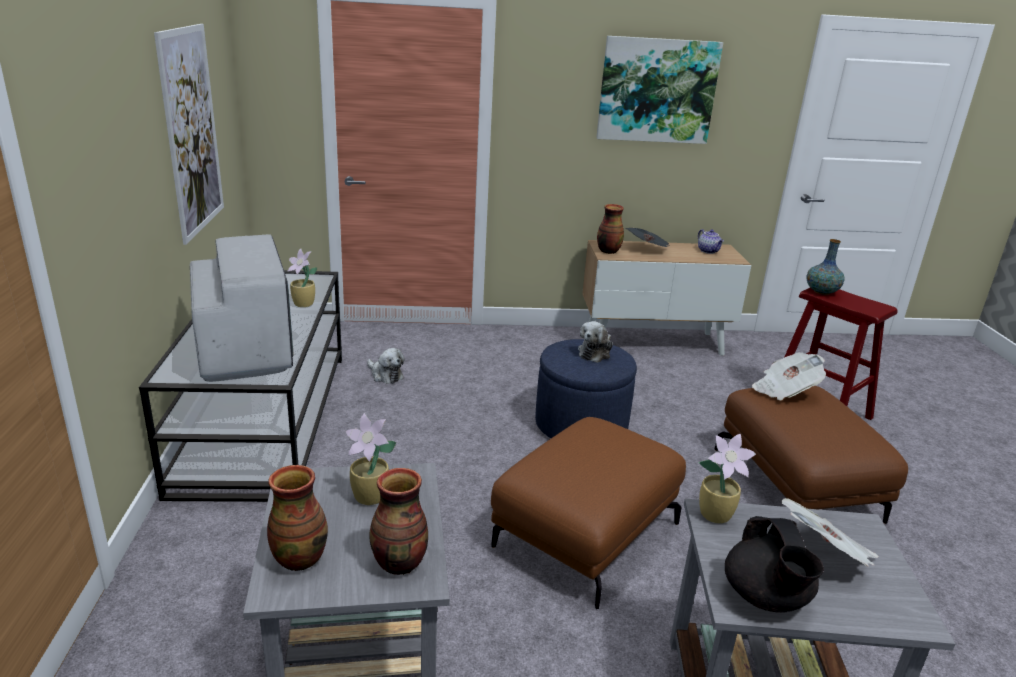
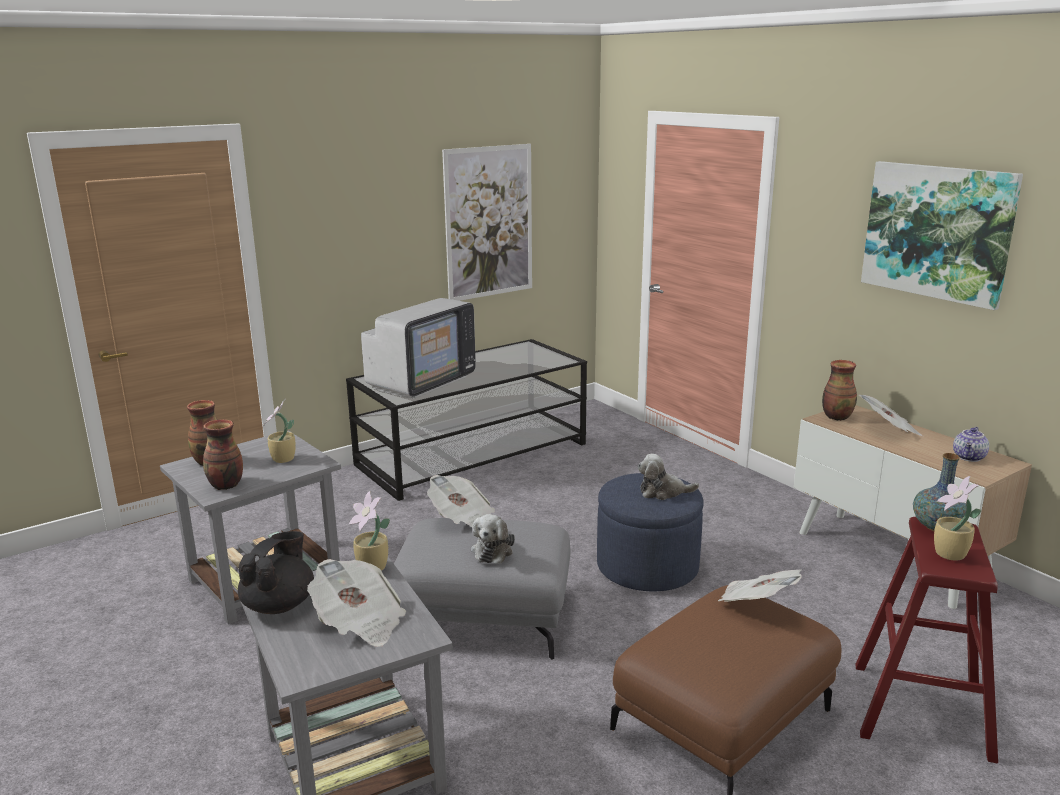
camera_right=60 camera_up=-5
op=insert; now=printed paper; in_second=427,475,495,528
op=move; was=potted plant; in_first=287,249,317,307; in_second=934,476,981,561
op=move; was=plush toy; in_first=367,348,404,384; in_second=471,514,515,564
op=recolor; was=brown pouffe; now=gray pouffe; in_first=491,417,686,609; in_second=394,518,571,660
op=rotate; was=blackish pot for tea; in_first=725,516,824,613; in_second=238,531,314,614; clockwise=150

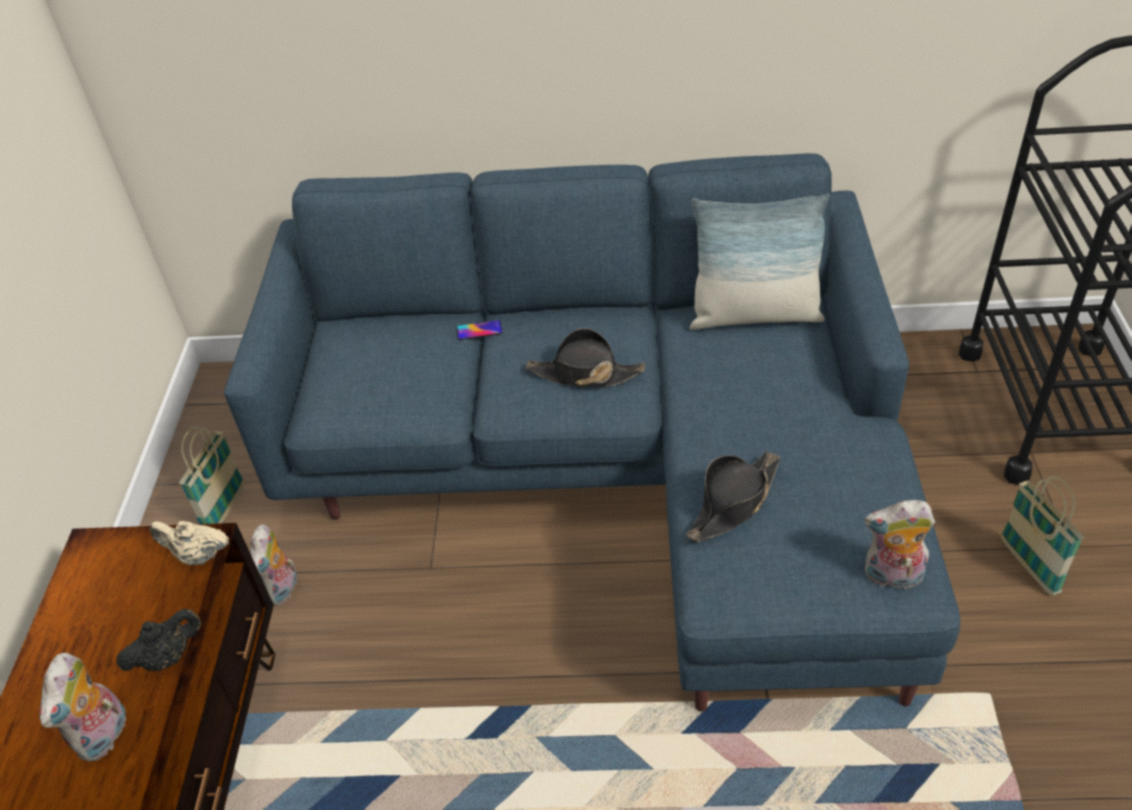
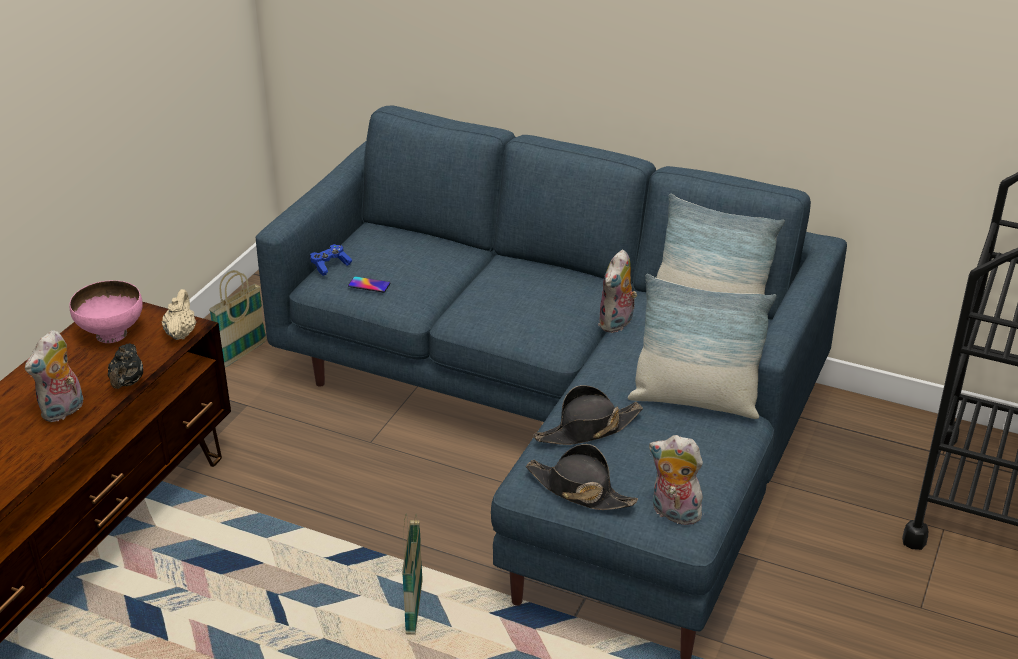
camera_right=20 camera_up=-10
op=insert; now=pinkish bowl; in_second=70,280,143,343
op=insert; now=bluish joypad; in_second=310,244,352,276
op=insert; now=pillow; in_second=628,274,777,419
op=move; was=plush toy; in_first=250,525,297,606; in_second=598,250,637,333
op=move; was=handset; in_first=457,320,502,340; in_second=348,276,391,293
op=move; was=blackish clothing hat; in_first=526,328,645,387; in_second=526,444,638,510
op=move; was=household basket; in_first=1001,476,1084,596; in_second=402,513,423,635
op=rotate; was=blackish pot for tea; in_first=116,609,201,671; in_second=108,343,143,389; clockwise=105
op=rotate; was=sand-coloured pot for tea; in_first=149,521,229,565; in_second=162,289,196,340; clockwise=60

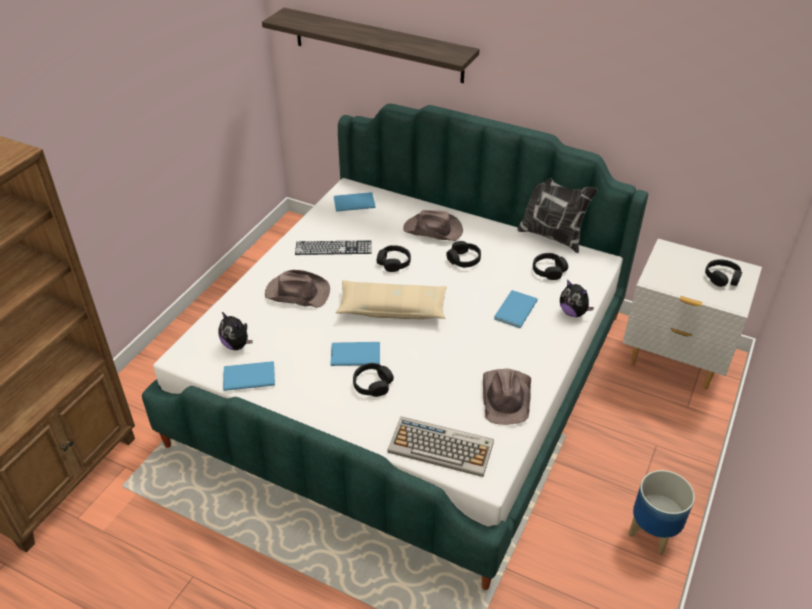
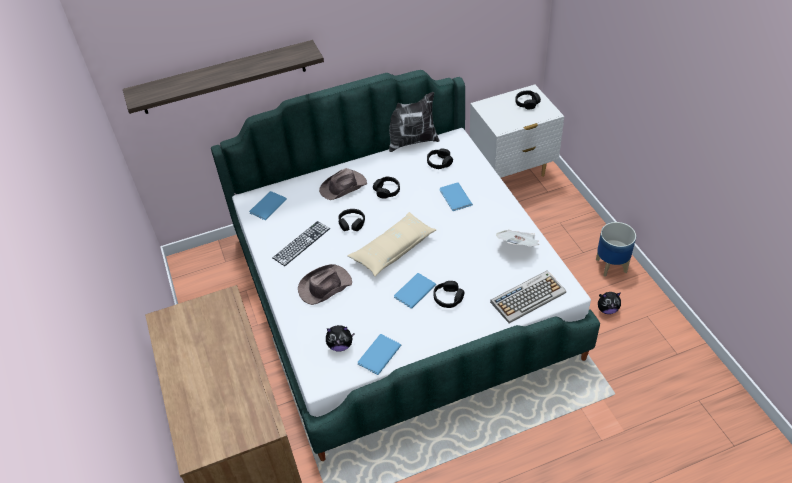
camera_right=-45 camera_up=5
op=move; was=plush toy; in_first=560,280,594,317; in_second=598,292,621,314
op=replace; was=brown clothing hat; now=printed paper; in_first=483,369,531,425; in_second=496,229,540,247

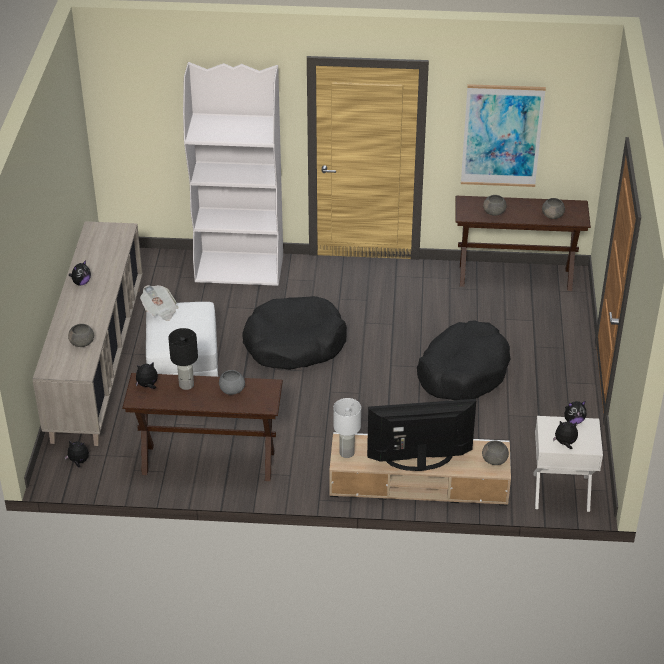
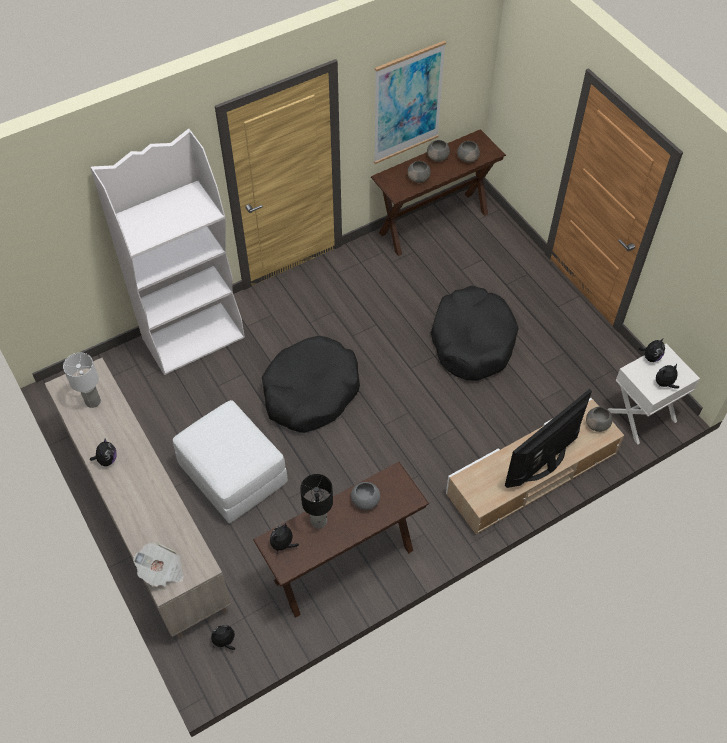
camera_right=-35 camera_up=15
op=move; was=gray bowl; in_first=68,324,94,347; in_second=427,140,450,162
op=move; was=printed paper; in_first=140,285,178,321; in_second=133,542,184,587
op=move; was=whitish lamp for a table; in_first=333,398,361,458; in_second=63,353,101,408

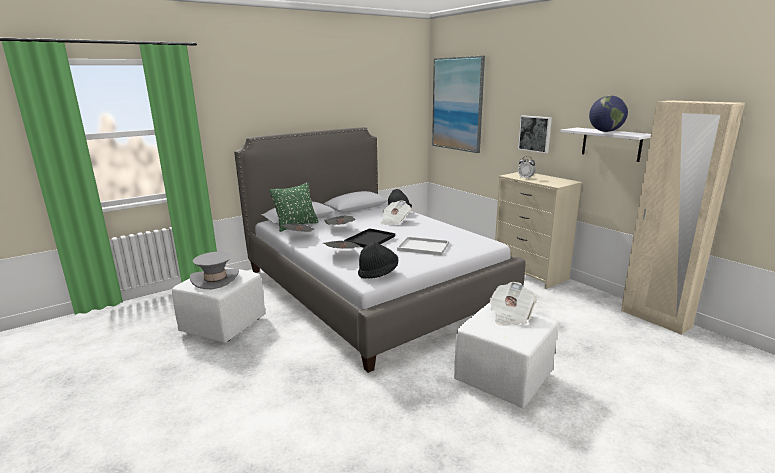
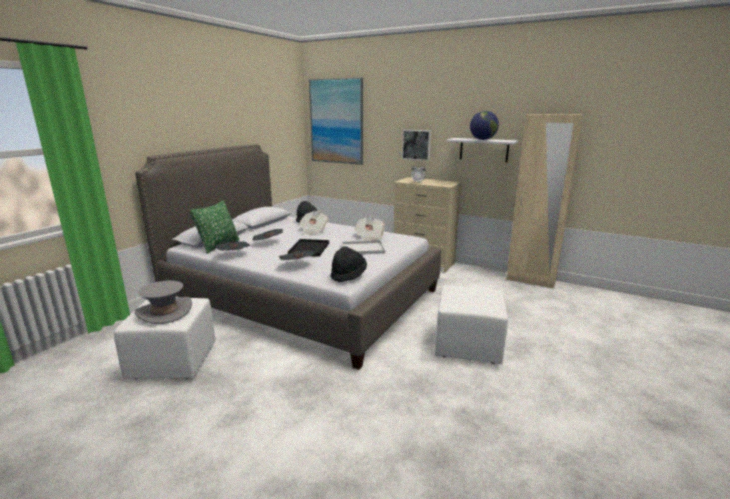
camera_right=-25 camera_up=0
op=move; was=printed paper; in_first=489,282,537,326; in_second=355,216,385,241

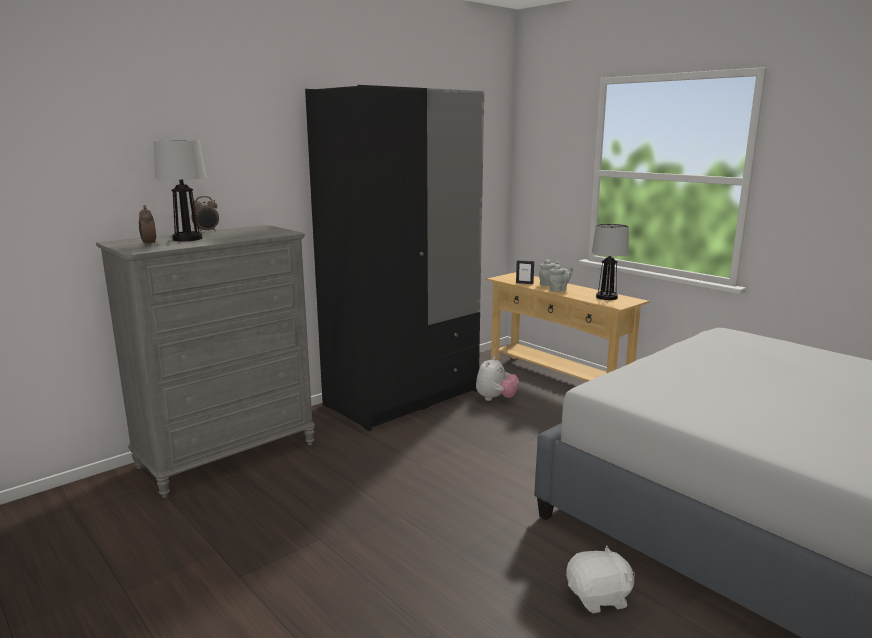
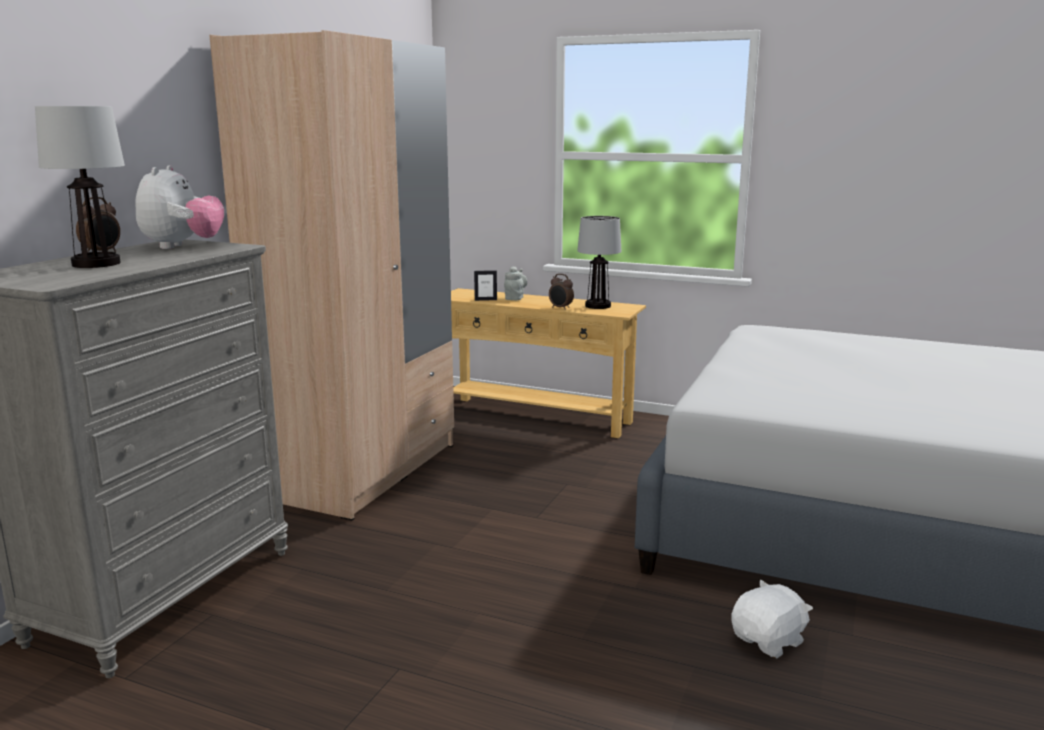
camera_right=-25 camera_up=0
op=delete; was=gray pot for tea; in_first=549,264,573,292
op=move; was=bedside clock; in_first=139,205,156,246; in_second=549,274,574,310
op=move; was=plush toy; in_first=476,356,519,401; in_second=135,165,224,249
op=recolor; was=blackish armoire; now=sand-coloured armoire; in_first=305,85,484,431; in_second=209,30,454,521

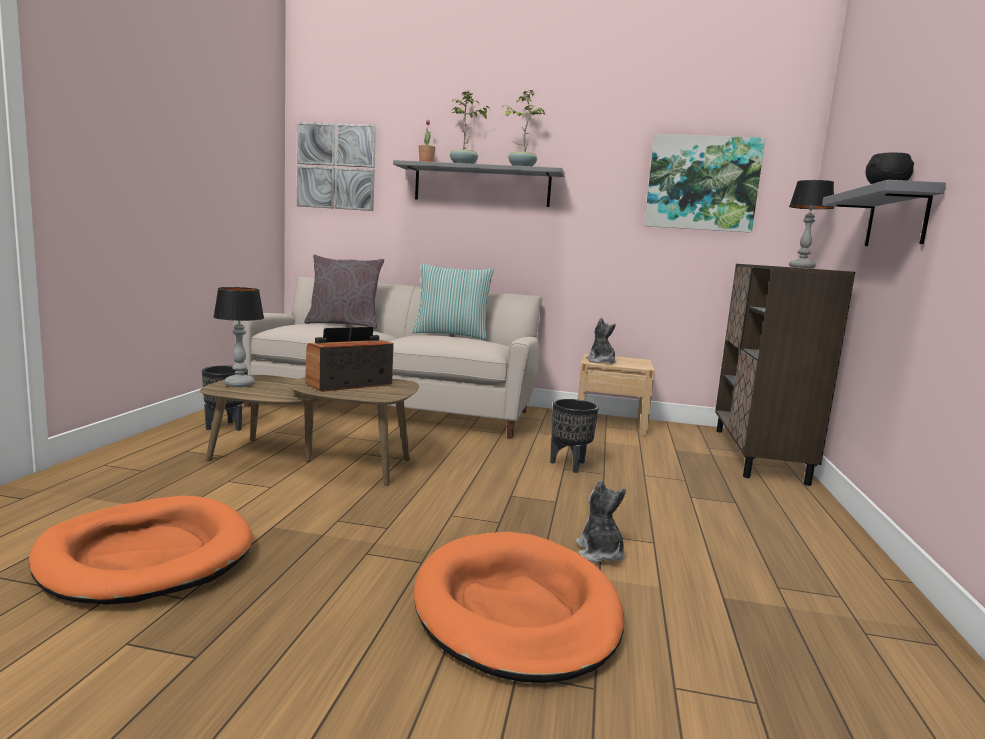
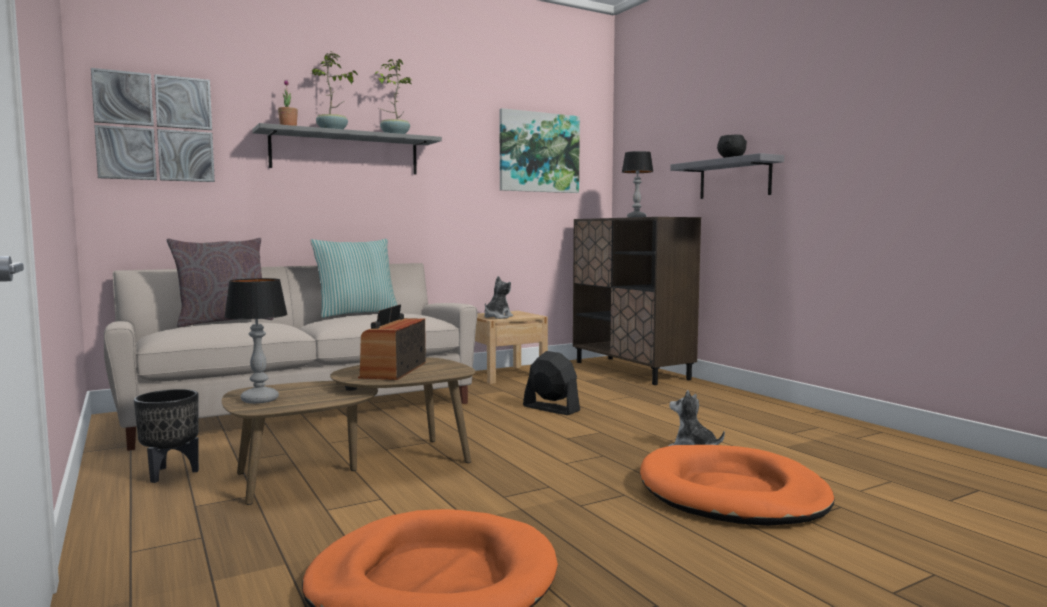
camera_right=-40 camera_up=-5
op=replace; was=blackish flower pot; now=blackish cooling fan; in_first=550,399,599,473; in_second=523,351,580,415
op=rotate; was=plush toy; in_first=586,317,616,364; in_second=484,276,513,319; clockwise=90

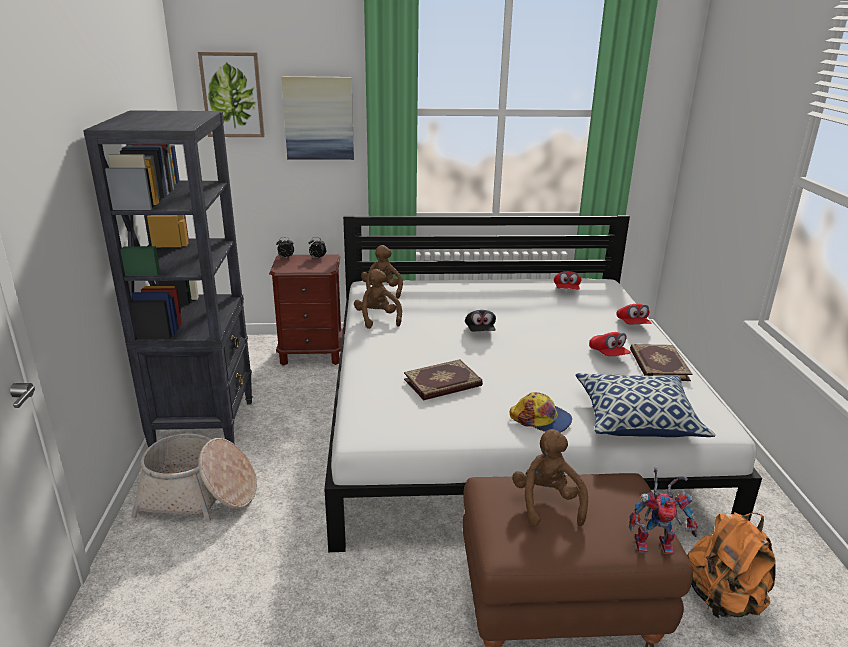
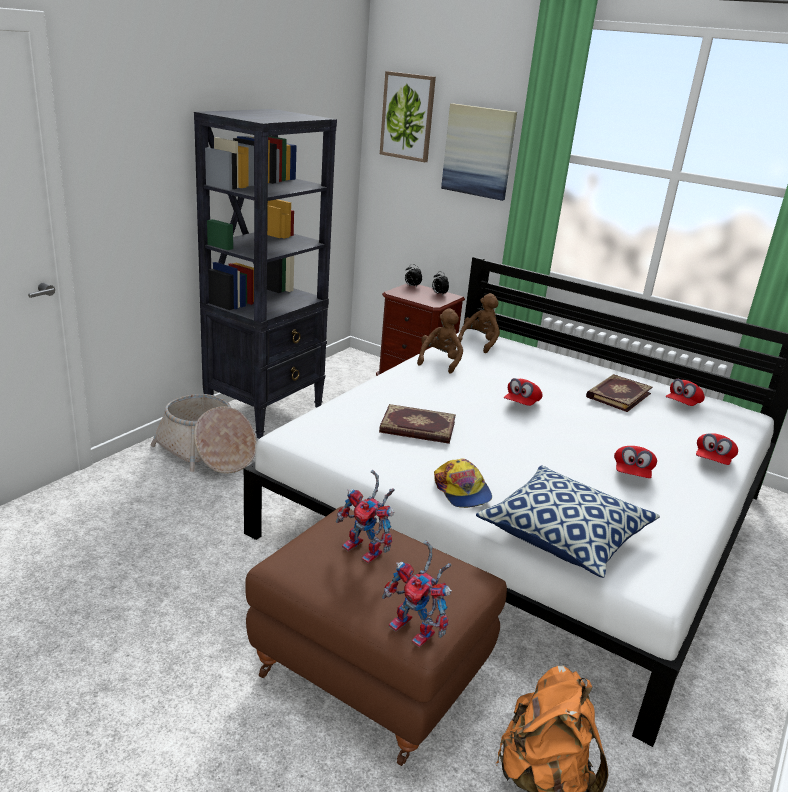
camera_right=35 camera_up=0
op=move; was=bound book; in_first=630,344,692,381; in_second=586,374,652,412
op=replace; was=brown plush toy; now=robot figure; in_first=512,429,588,527; in_second=336,470,395,563
op=recolor; was=blackish cap; now=red-coloured cap; in_first=465,310,496,331; in_second=504,378,543,406

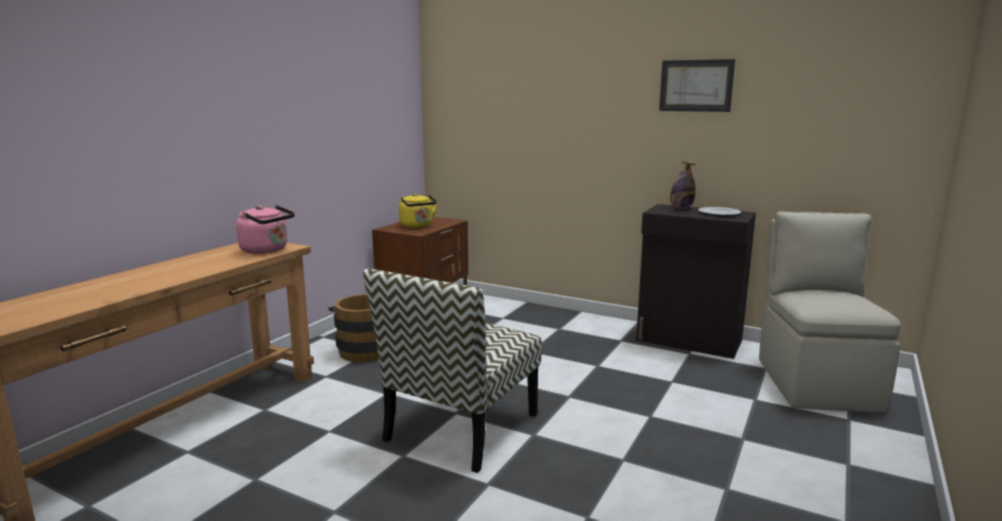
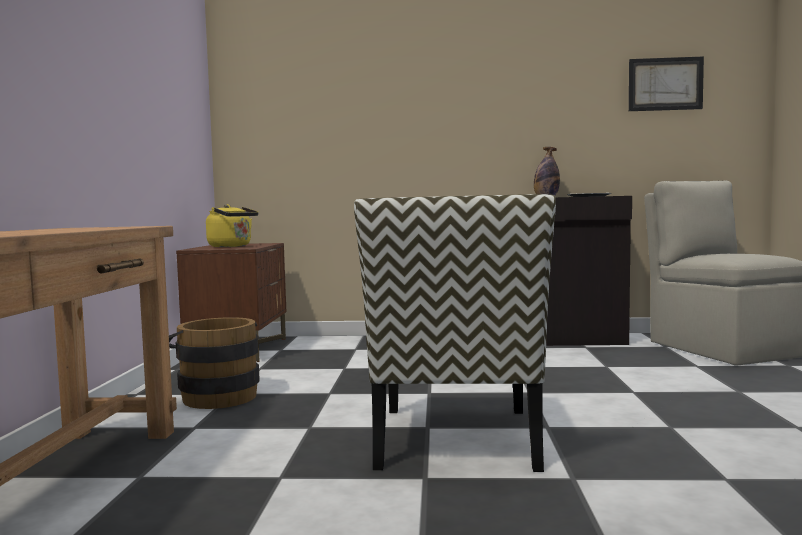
camera_right=-25 camera_up=-10
op=delete; was=pinkish water kettle; in_first=236,205,295,254
op=move; was=wall art; in_first=659,59,735,112; in_second=629,56,704,111

